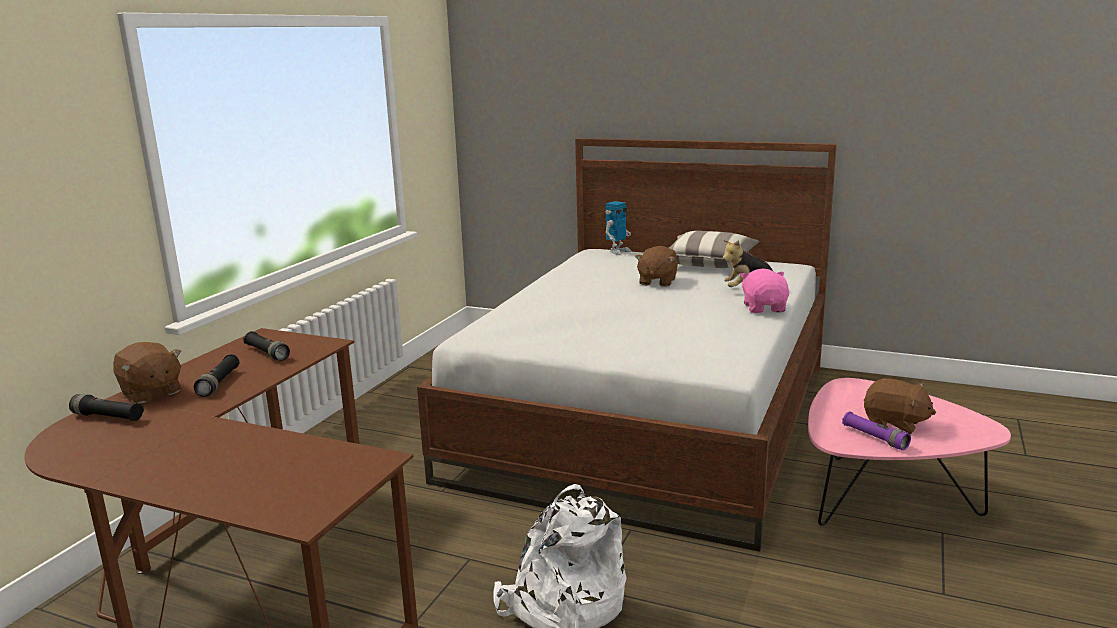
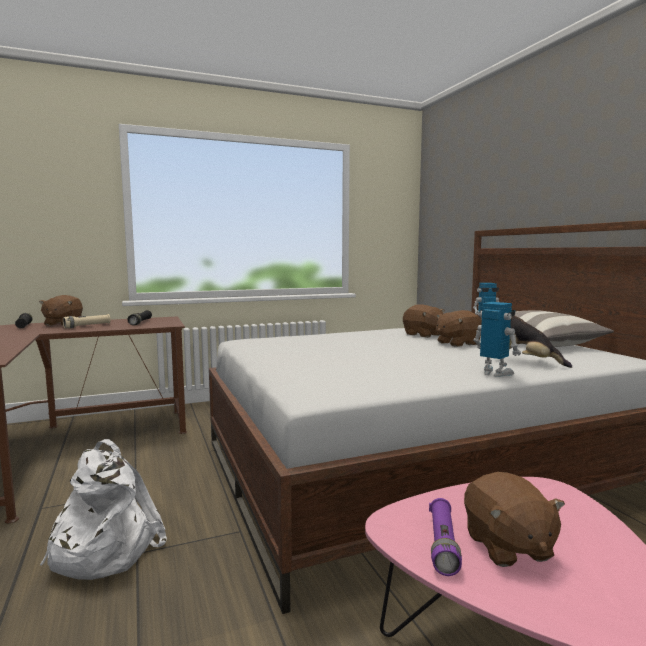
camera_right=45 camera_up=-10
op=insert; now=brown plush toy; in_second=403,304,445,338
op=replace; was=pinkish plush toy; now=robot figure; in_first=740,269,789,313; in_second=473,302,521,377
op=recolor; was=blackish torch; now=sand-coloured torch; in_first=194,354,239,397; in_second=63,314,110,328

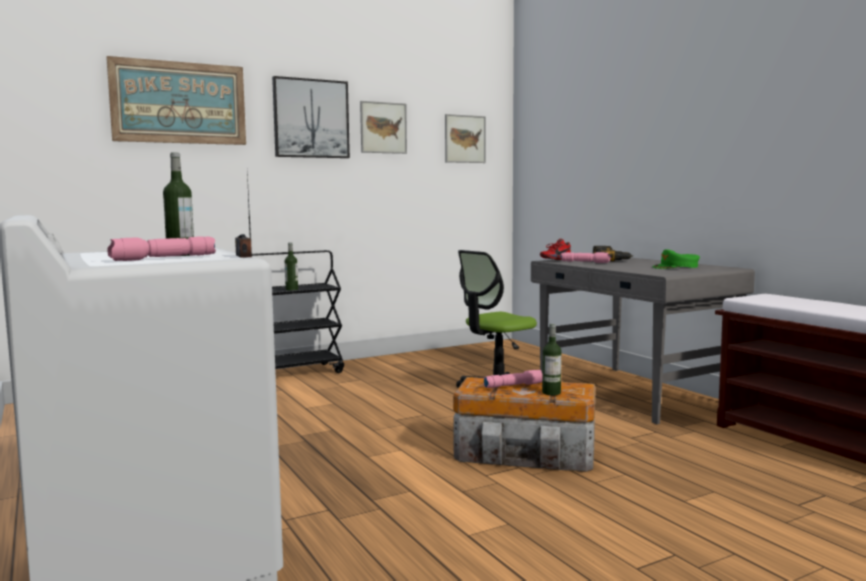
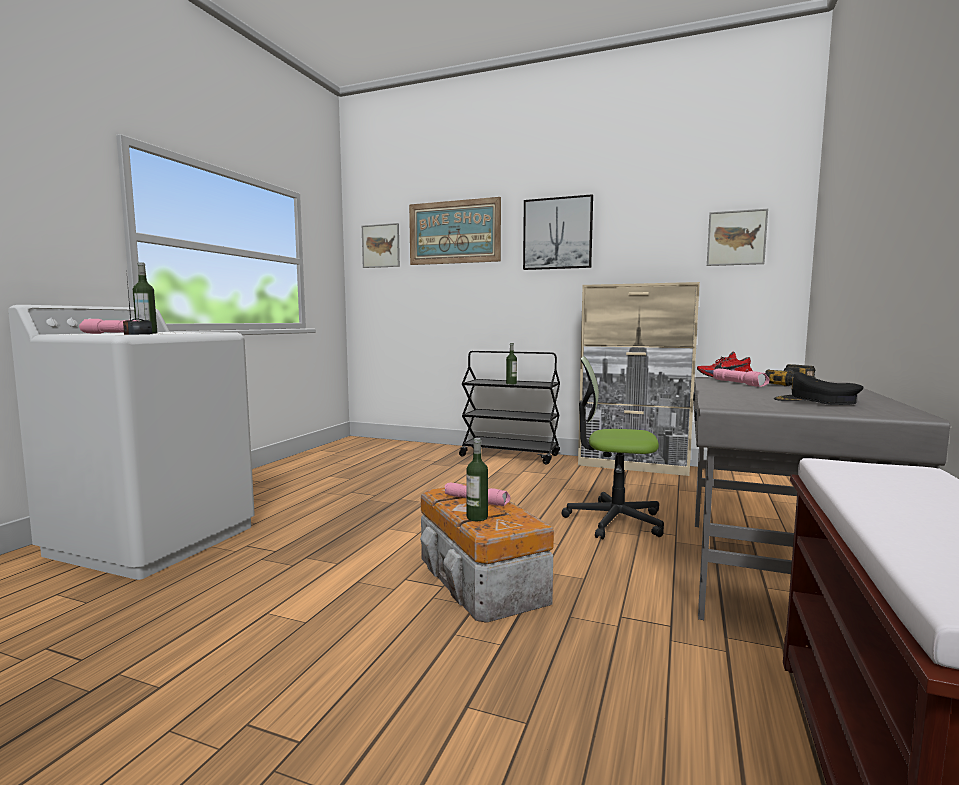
camera_right=50 camera_up=0
op=insert; now=sand-coloured cupboard; in_second=578,282,700,476
op=move; was=wall art; in_first=360,101,407,154; in_second=362,223,400,268
op=recolor; was=green-coloured cap; now=blackish cap; in_first=653,249,700,269; in_second=773,372,863,405

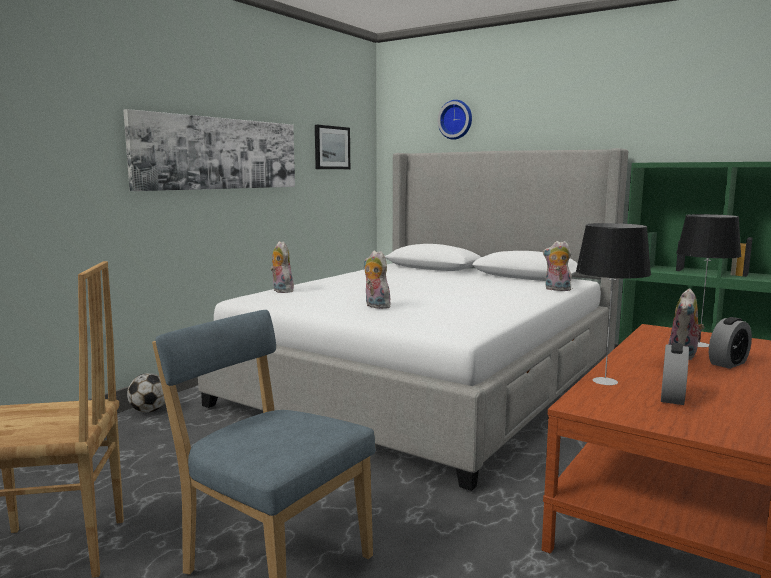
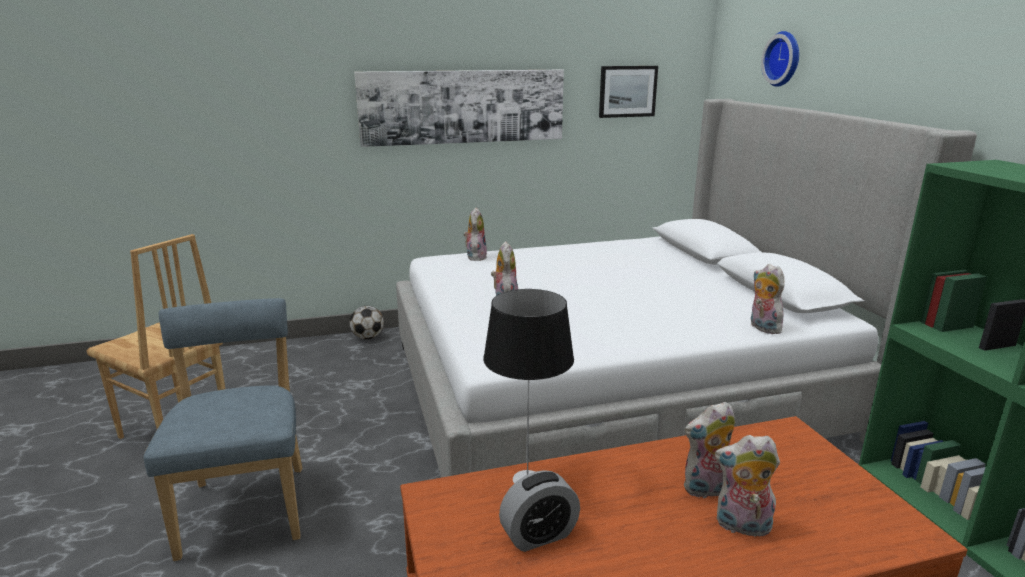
camera_right=40 camera_up=10
op=delete; was=lamp for a table; in_first=676,214,741,347
op=replace; was=bedside clock; now=plush toy; in_first=709,317,752,369; in_second=715,435,780,537

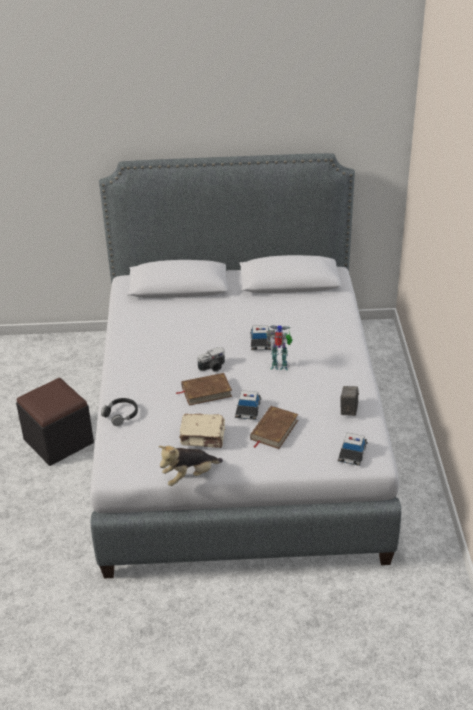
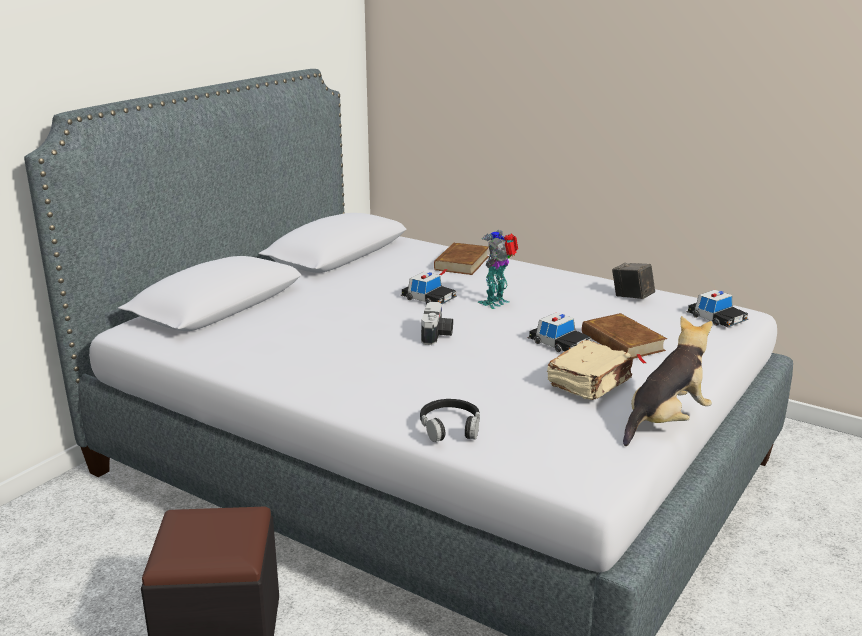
camera_right=-55 camera_up=-15
op=move; was=brown bound book; in_first=176,373,232,406; in_second=434,243,489,275
op=rotate; was=plush toy; in_first=158,446,223,486; in_second=623,316,712,446; clockwise=-135

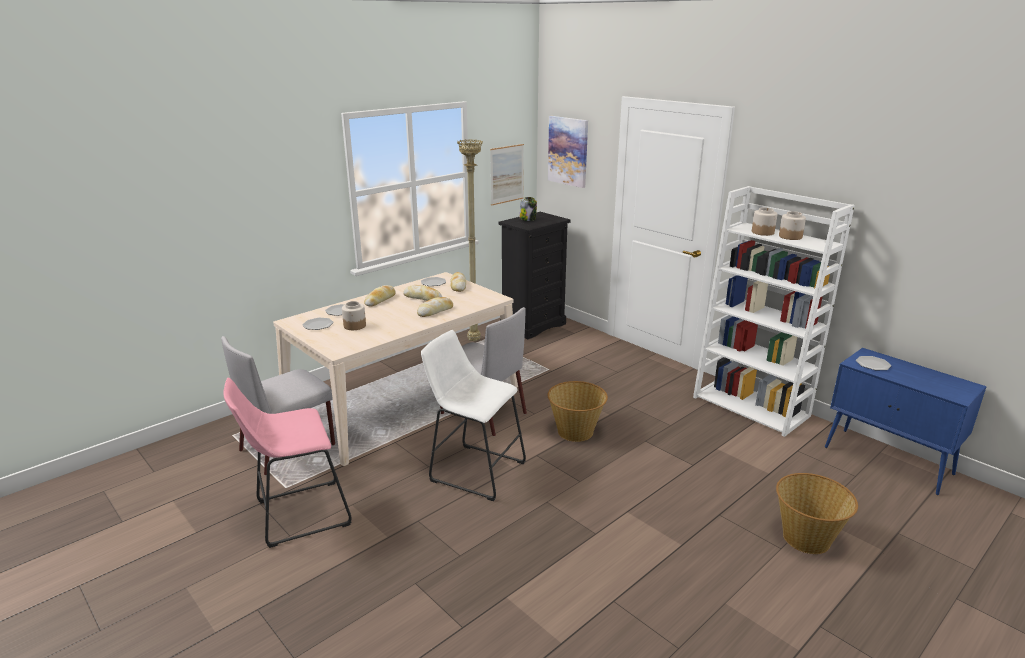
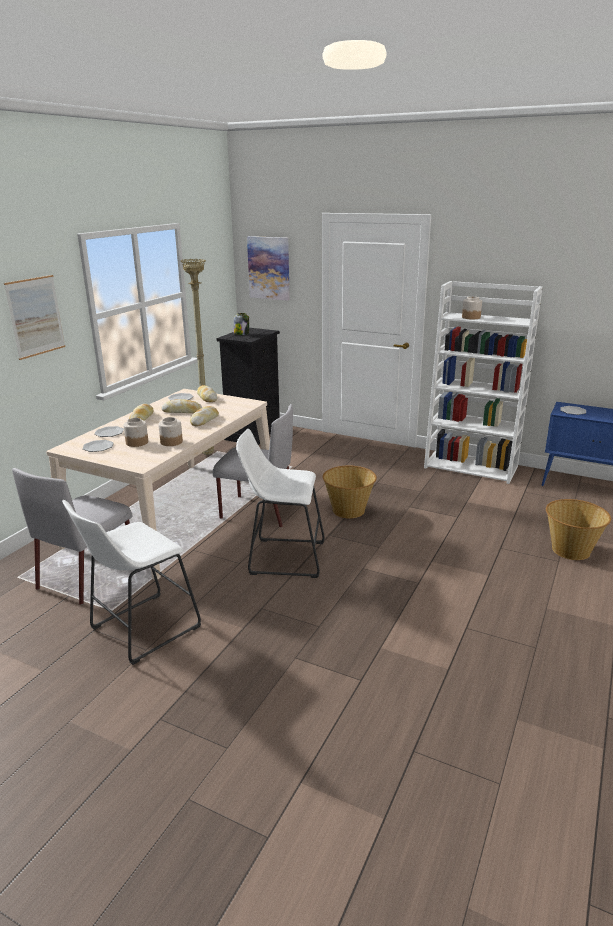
camera_right=-20 camera_up=0
op=move; was=wall art; in_first=490,144,524,206; in_second=4,275,65,360
op=move; was=preserve jar; in_first=779,211,806,240; in_second=158,417,183,446
op=recolor; was=pinkish stool seat; now=whitish stool seat; in_first=223,378,352,548; in_second=62,500,201,665

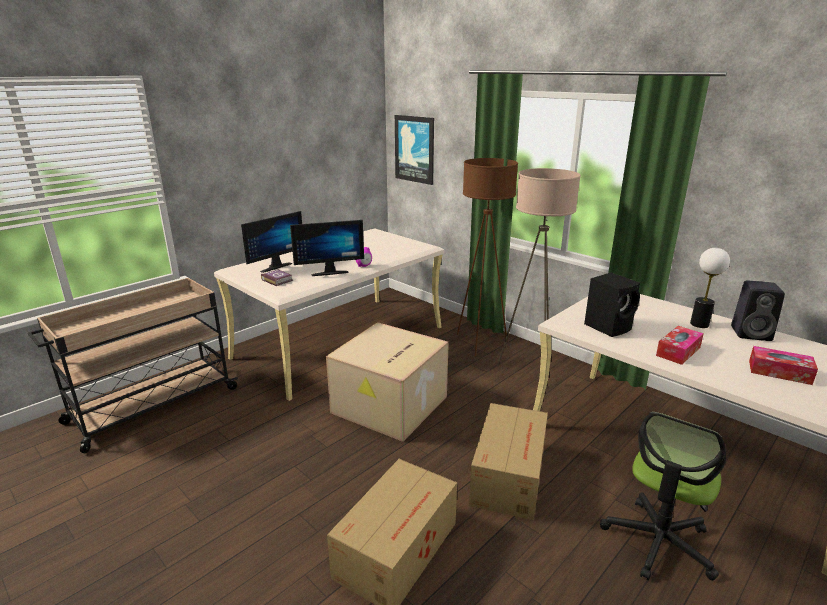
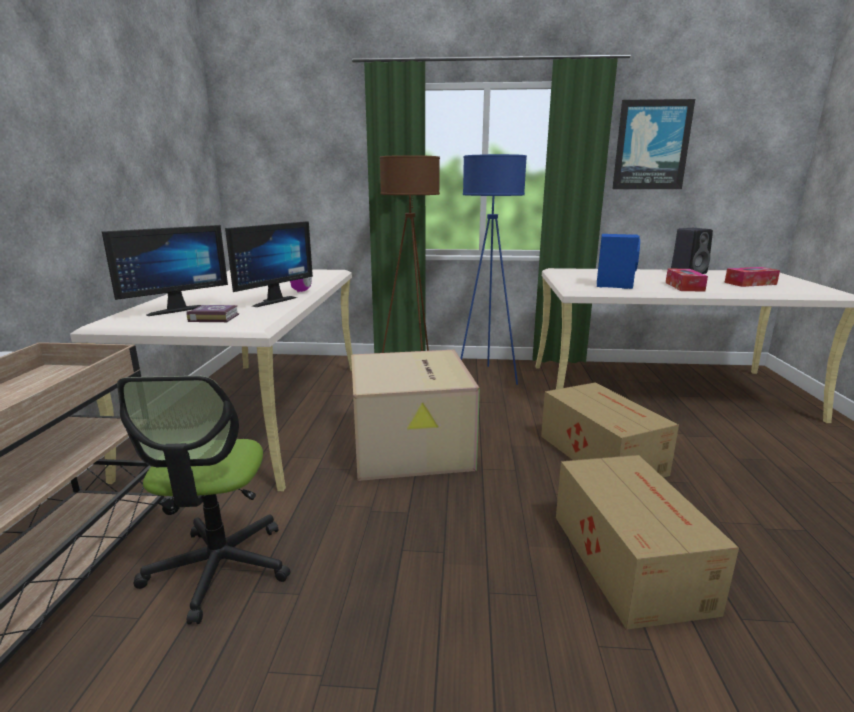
camera_right=-40 camera_up=-5
op=delete; was=lamp for a table; in_first=690,248,730,328
op=move; was=wall art; in_first=395,115,434,185; in_second=612,99,695,189
op=move; was=desk chair; in_first=600,412,726,580; in_second=117,376,291,625
op=recolor; was=sand-coloured standard lamp; now=bluish standard lamp; in_first=497,168,581,367; in_second=460,154,527,385
op=recolor; was=blackish loudspeaker; now=bluish loudspeaker; in_first=584,273,640,337; in_second=597,234,640,289
op=rotate; was=computer display; in_first=241,211,302,273; in_second=102,225,228,316; clockwise=45

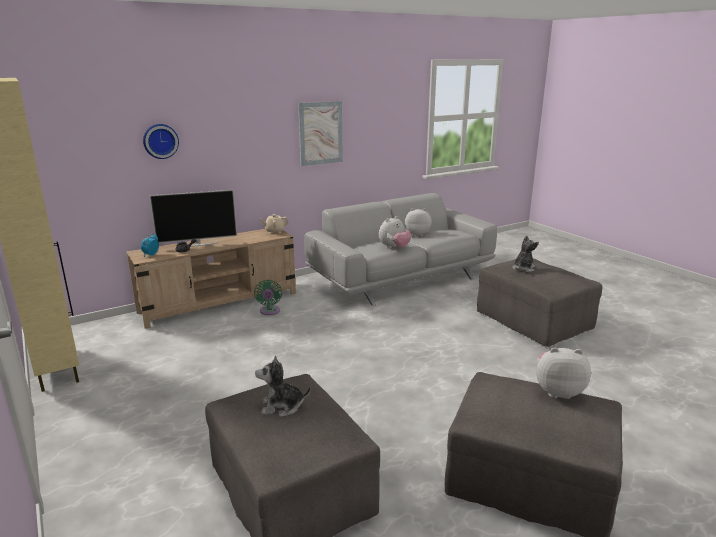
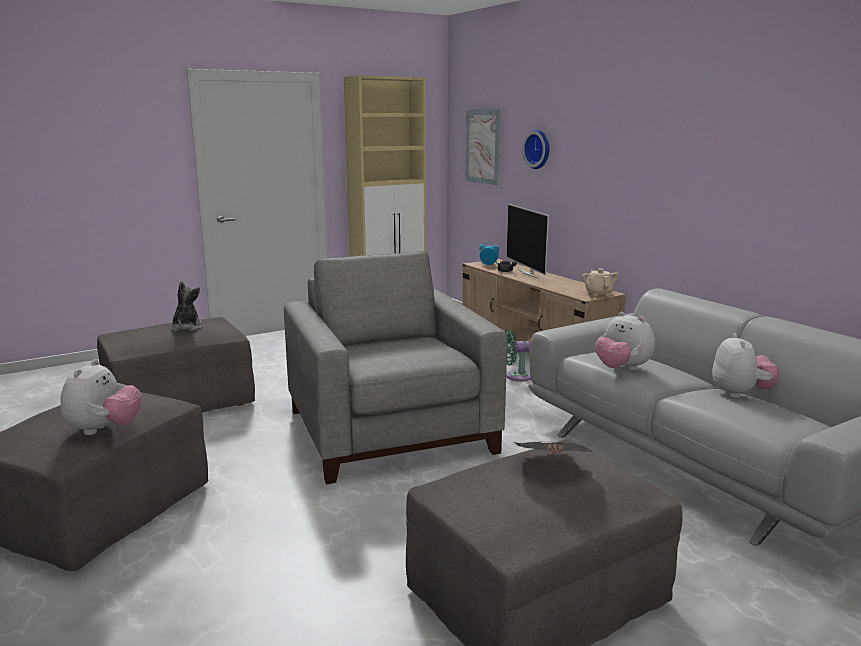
camera_right=90 camera_up=-5
op=insert; now=gray easy chair; in_second=284,251,507,484
op=move; was=wall art; in_first=298,101,343,166; in_second=465,110,501,185
op=replace; was=plush toy; now=printed paper; in_first=512,235,539,272; in_second=513,441,592,455

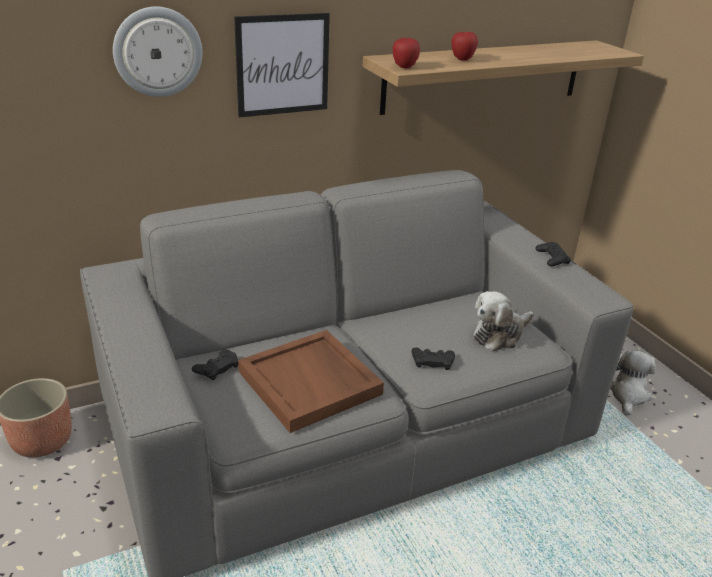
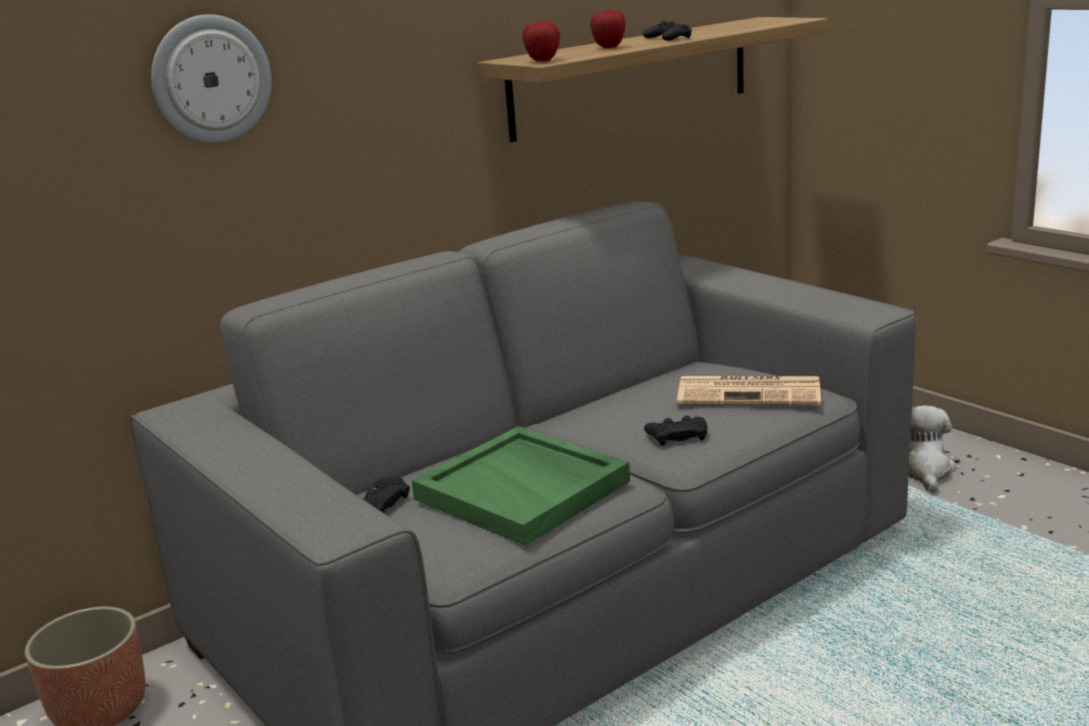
camera_right=-10 camera_up=-10
op=delete; was=wall art; in_first=234,13,330,117
op=move; was=blackish joypad; in_first=536,242,571,266; in_second=643,21,692,41
op=replace; was=plush toy; now=printed paper; in_first=473,291,534,351; in_second=677,376,821,406
op=recolor; was=brown carrying tray; now=green-coloured carrying tray; in_first=238,330,384,433; in_second=412,426,630,546

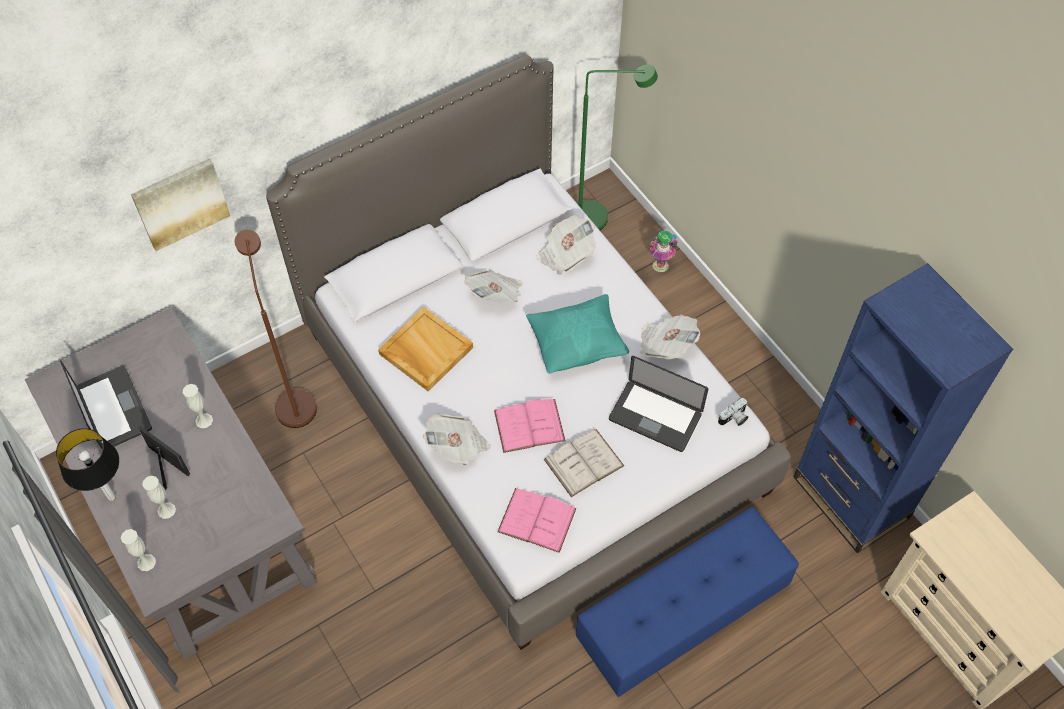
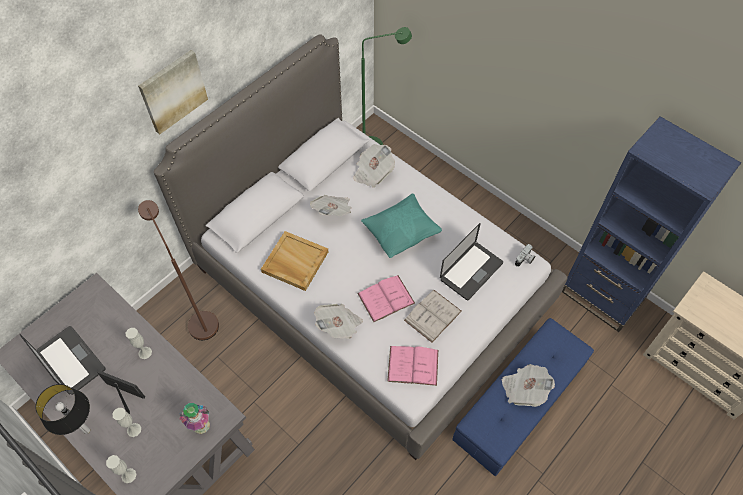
camera_right=-15 camera_up=0
op=move; was=wall art; in_first=131,158,230,251; in_second=138,50,208,134
op=move; was=printed paper; in_first=640,315,700,359; in_second=502,364,555,407
op=move; was=vase; in_first=650,231,678,272; in_second=179,403,210,434
op=rotate; was=portable computer; in_first=609,356,708,452; in_second=440,223,503,300; clockwise=-60

